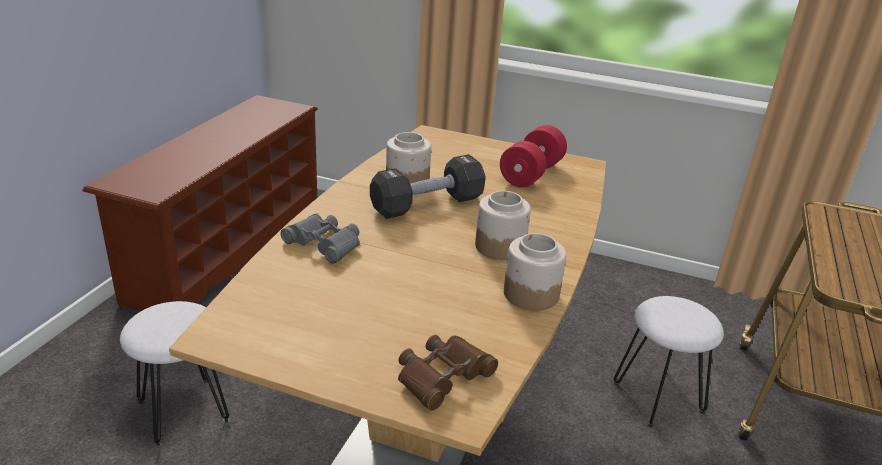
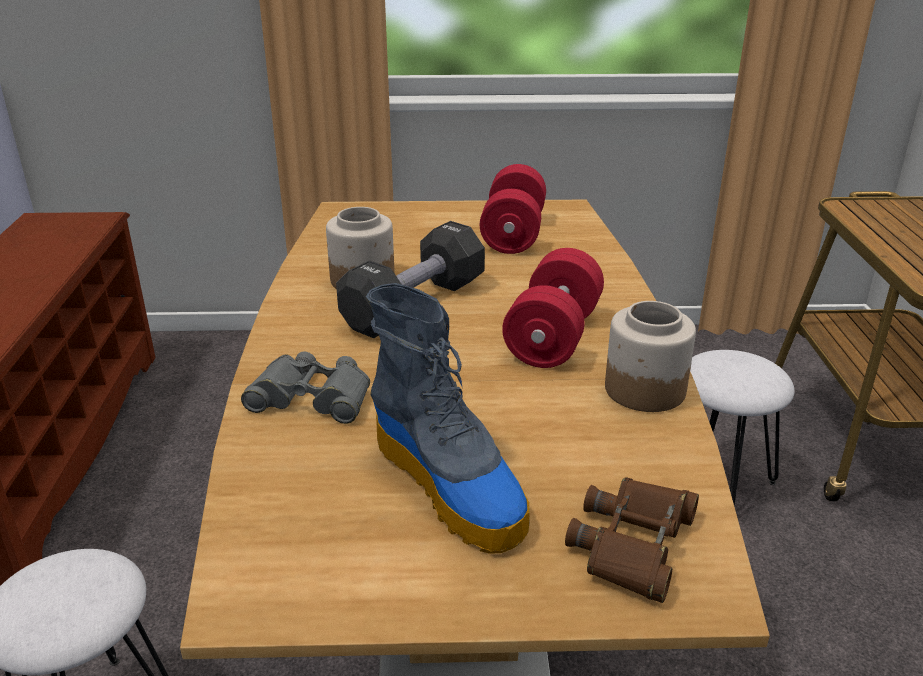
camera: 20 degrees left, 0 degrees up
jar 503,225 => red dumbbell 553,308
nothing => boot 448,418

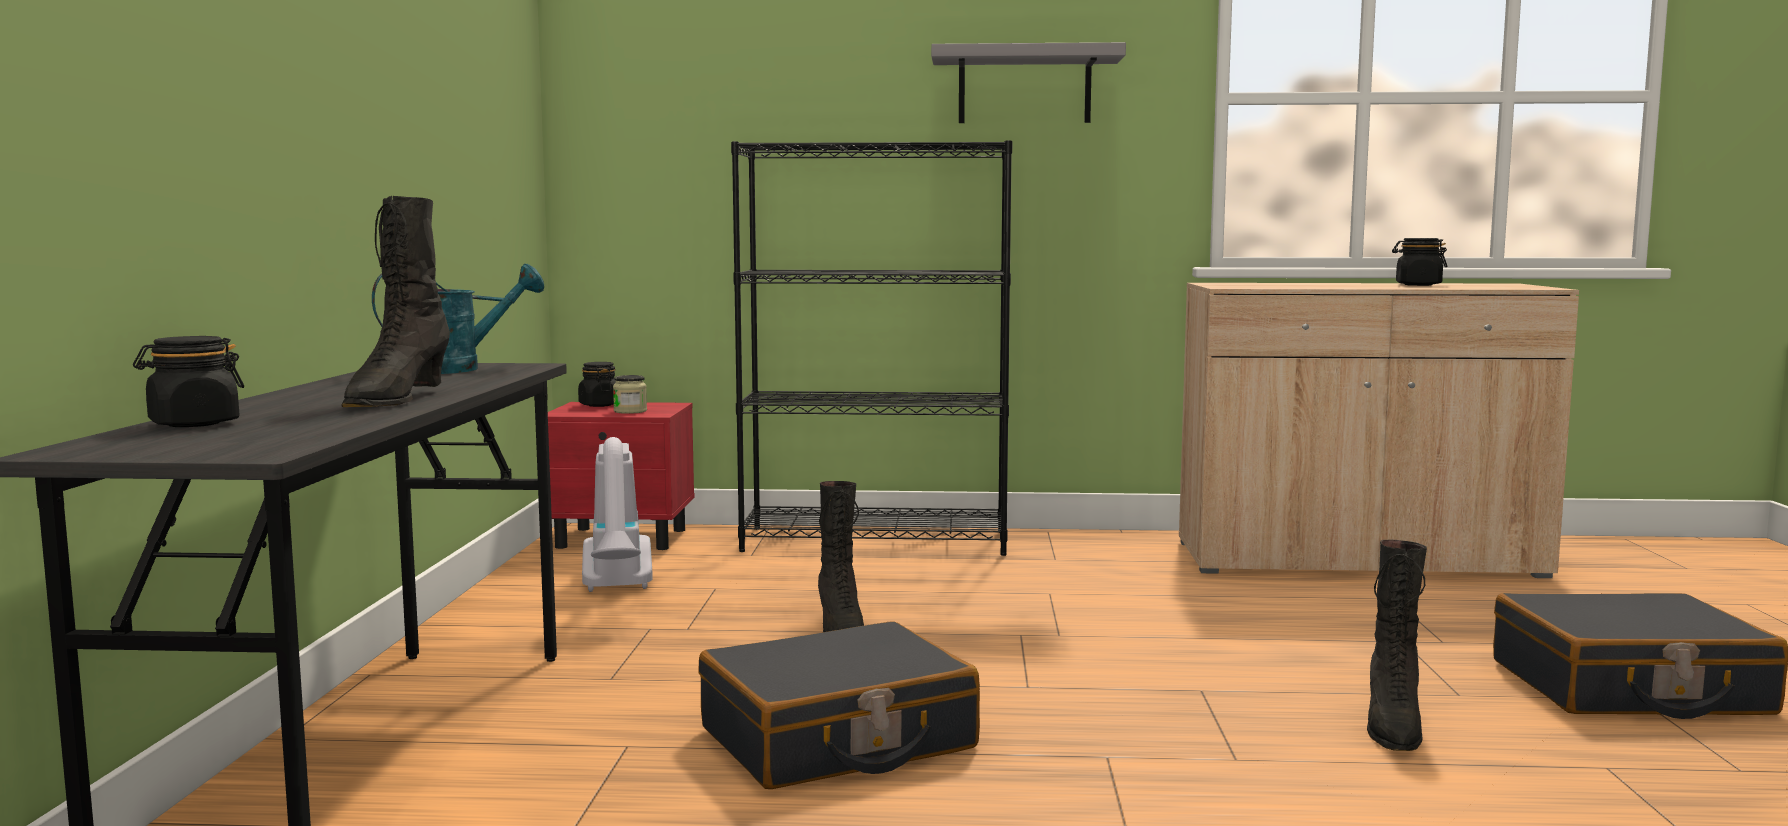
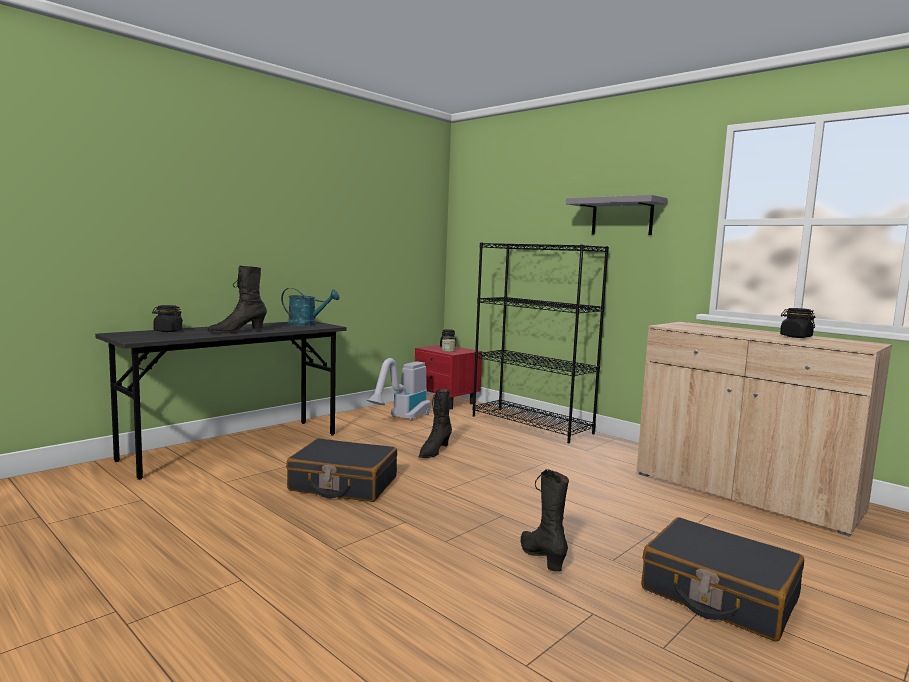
camera: 40 degrees right, 0 degrees up
black boot 1397,645 => black boot 545,520, 105 degrees clockwise

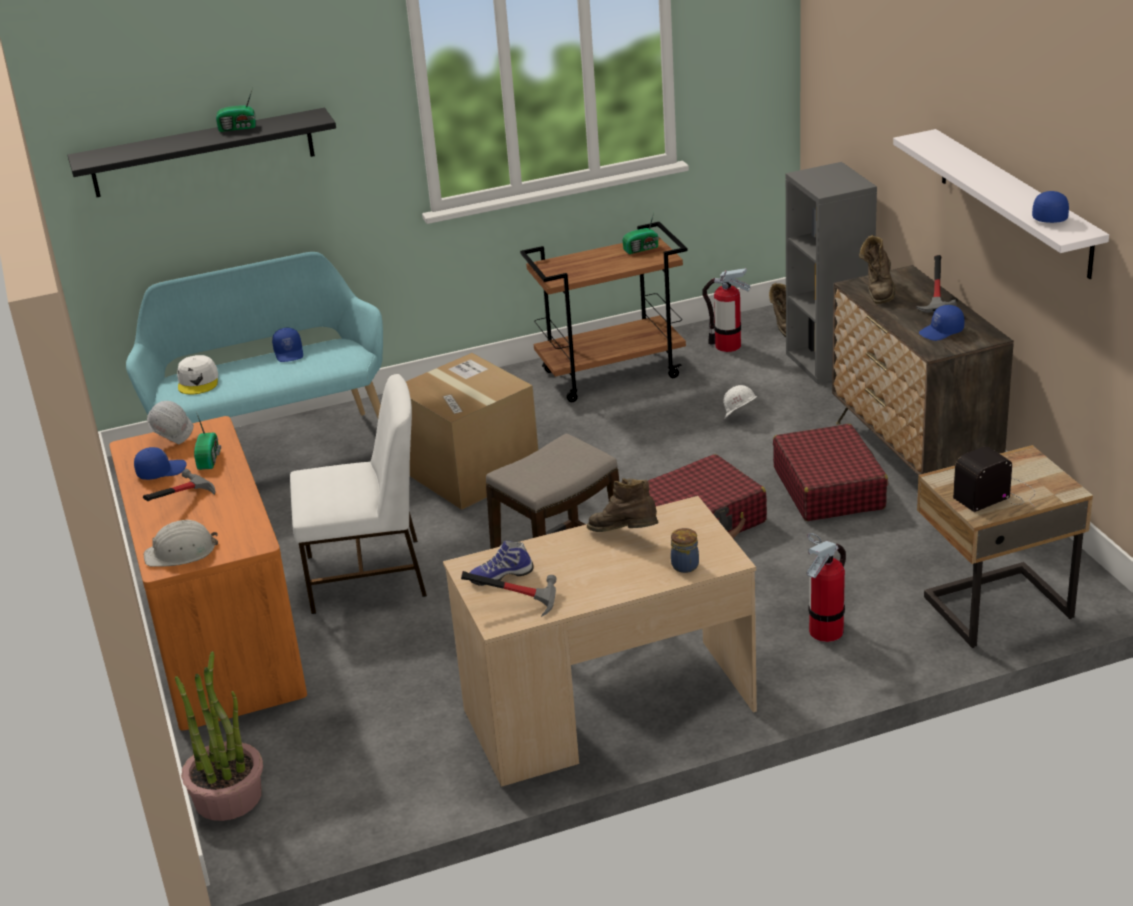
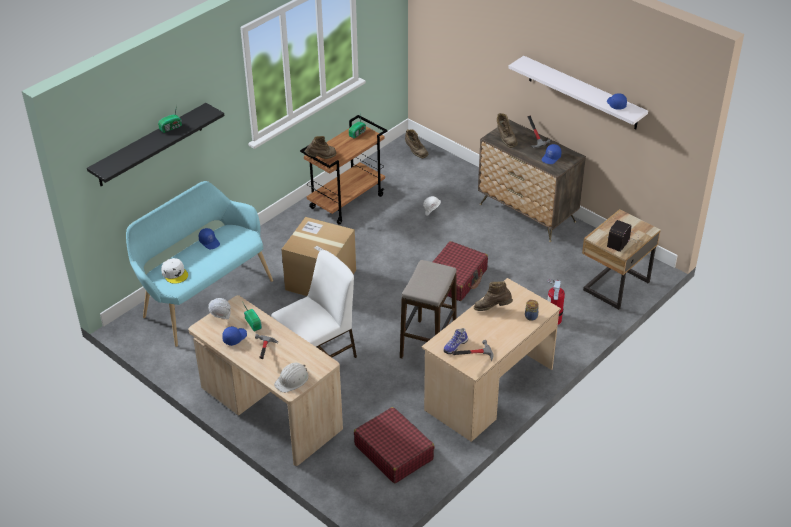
camera: 30 degrees left, 10 degrees up
grey bookcase 831,273 => nothing
fire extinguisher 726,310 => nothing
orange desk 208,573 => beige desk 265,380
red suitcase 830,472 => red suitcase 394,445, move
potted plant 219,736 => nothing
nothing => brown boot 320,147

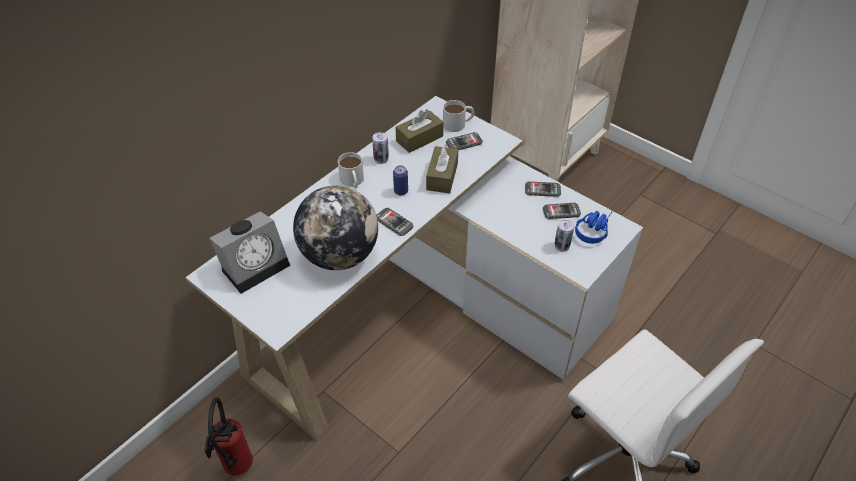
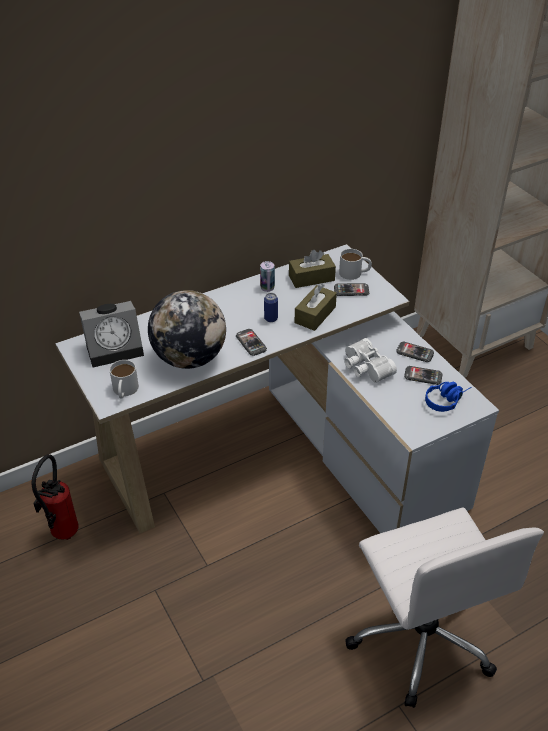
camera: 20 degrees right, 5 degrees down
white mug 351,170 => white mug 124,379, move
can 564,236 => nothing
nothing => white binoculars 370,360

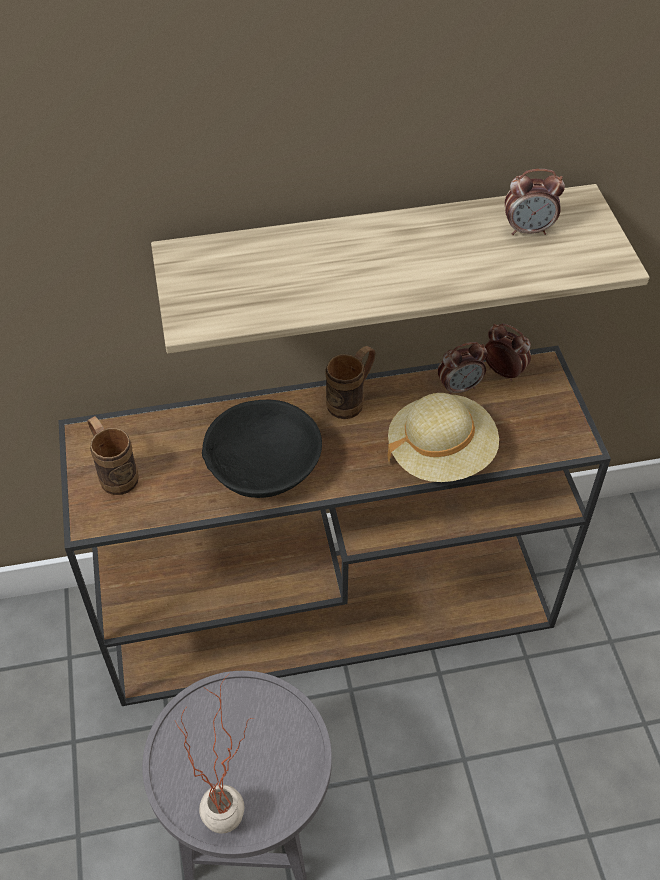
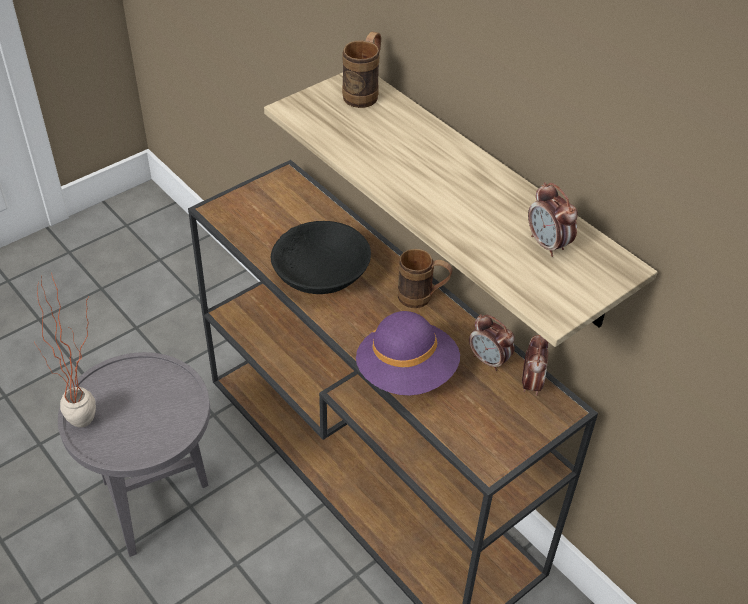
camera: 60 degrees right, 5 degrees down
beige hat 443,437 => purple hat 408,353
brown mug 113,455 => brown mug 361,70, move

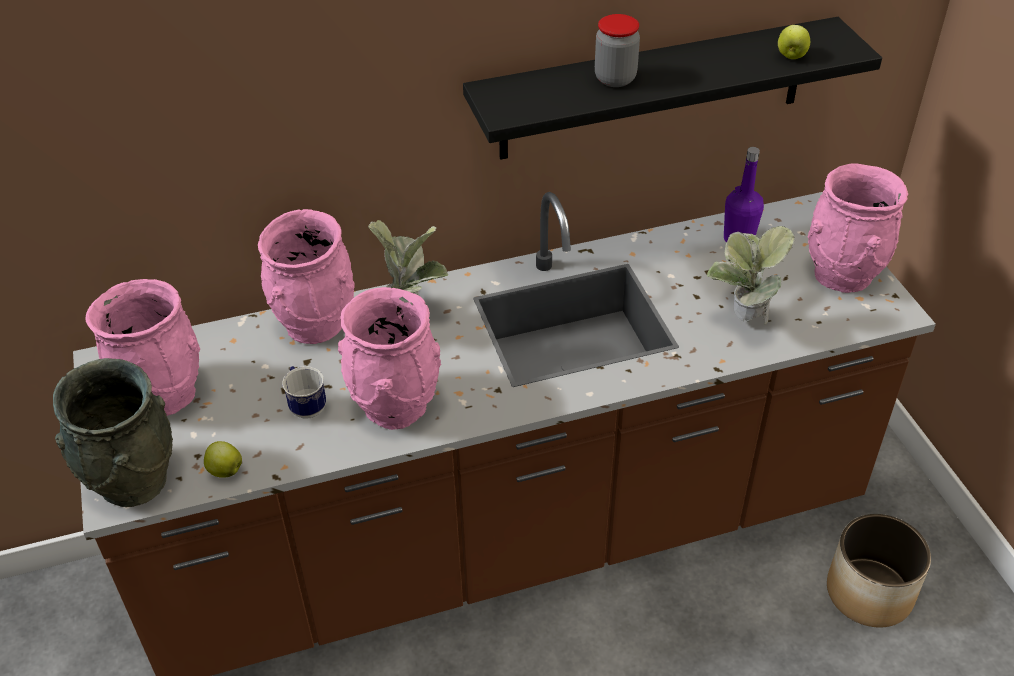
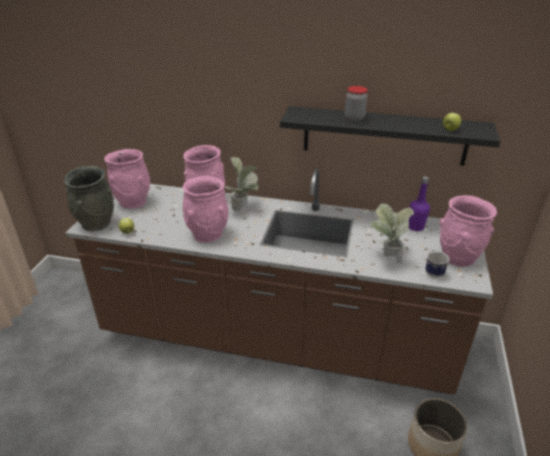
camera: 30 degrees right, 10 degrees down
mug 304,392 => mug 437,264, move

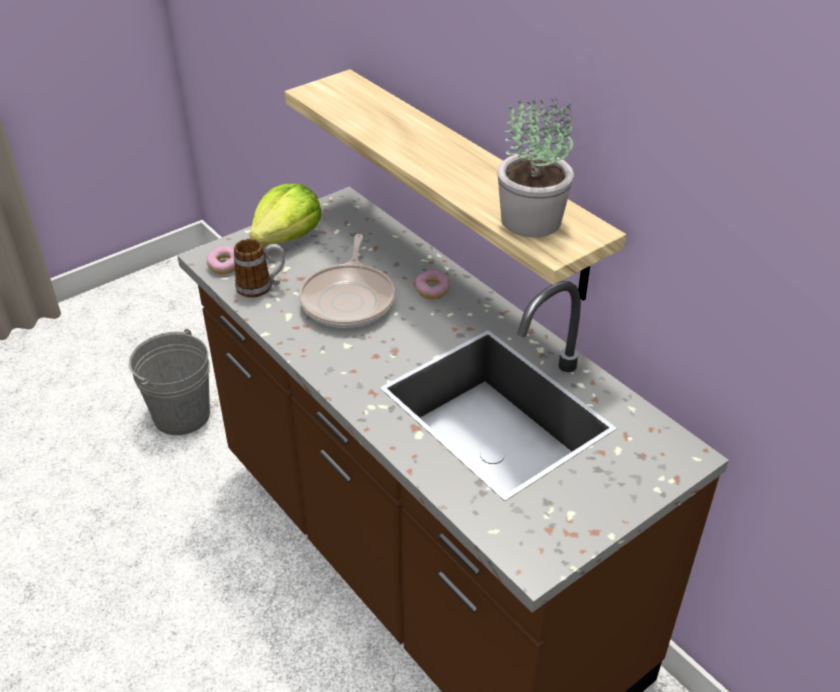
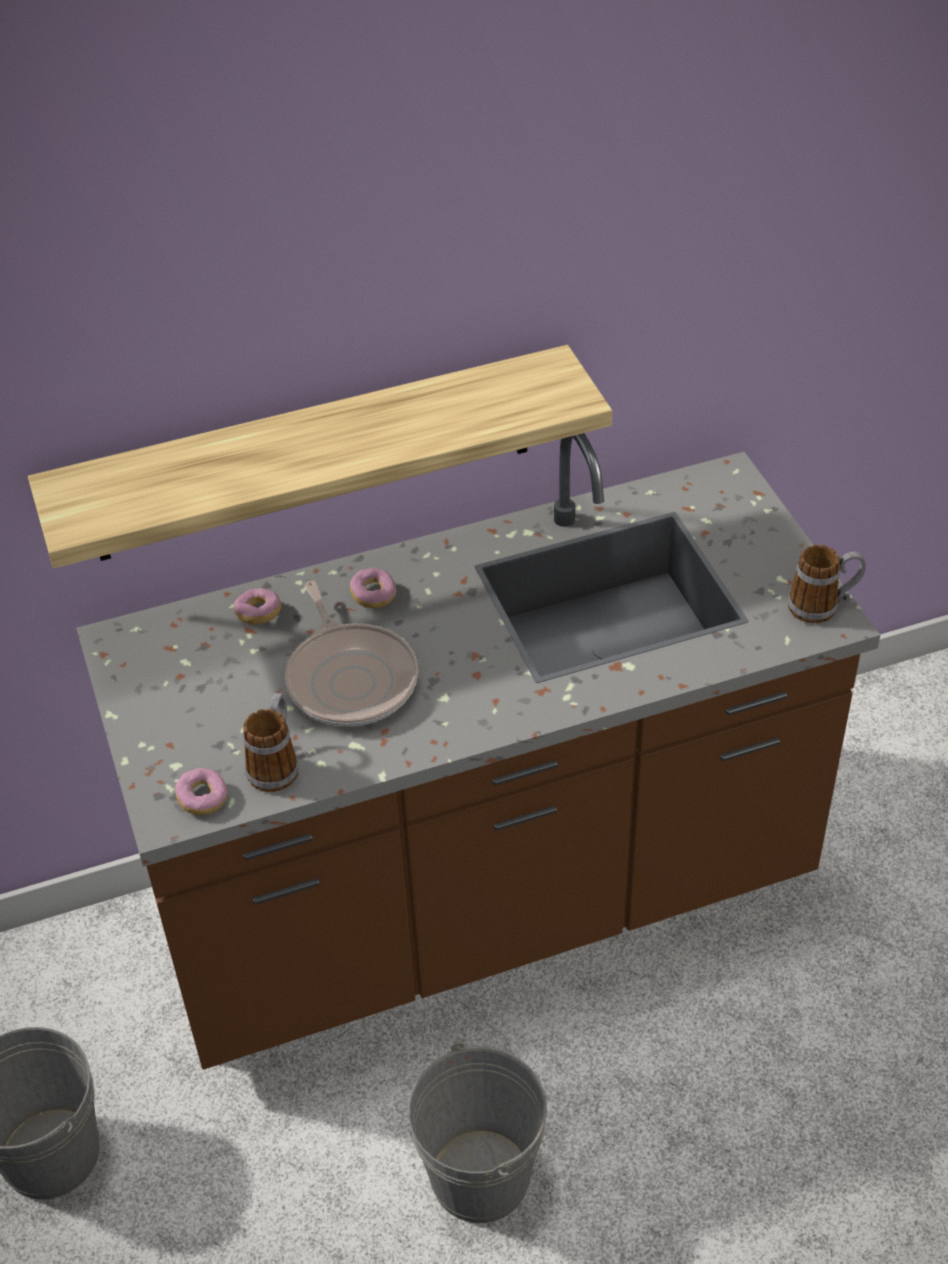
camera: 70 degrees left, 5 degrees up
potted plant 535,167 => nothing
lettuce 285,214 => nothing
frying pan 347,281 => frying pan 351,653, 45 degrees clockwise
nothing => mug 827,583
nothing => donut 257,606
nothing => grey bucket 477,1130

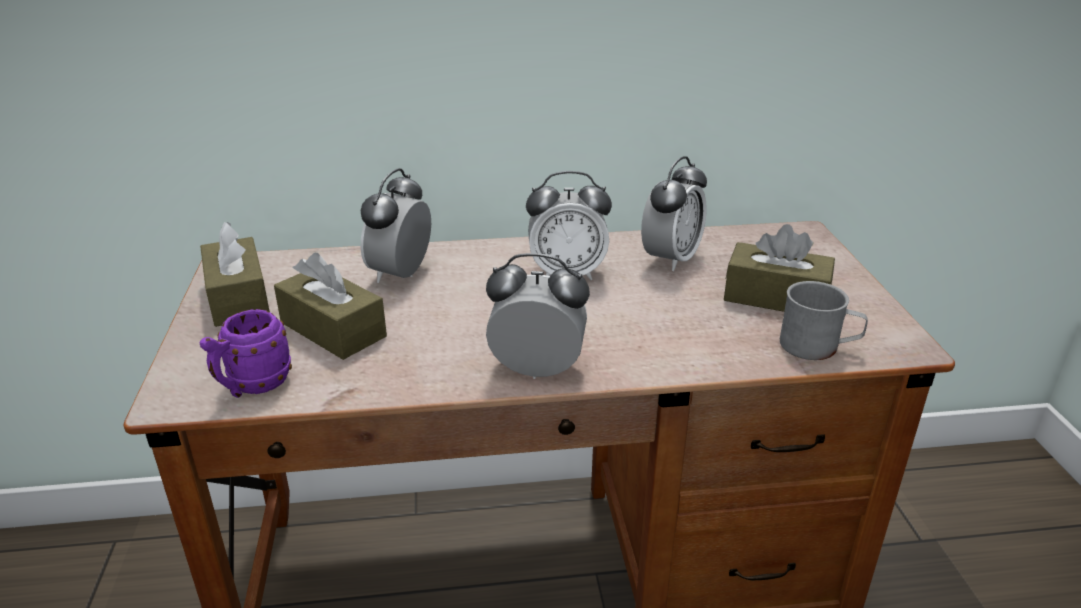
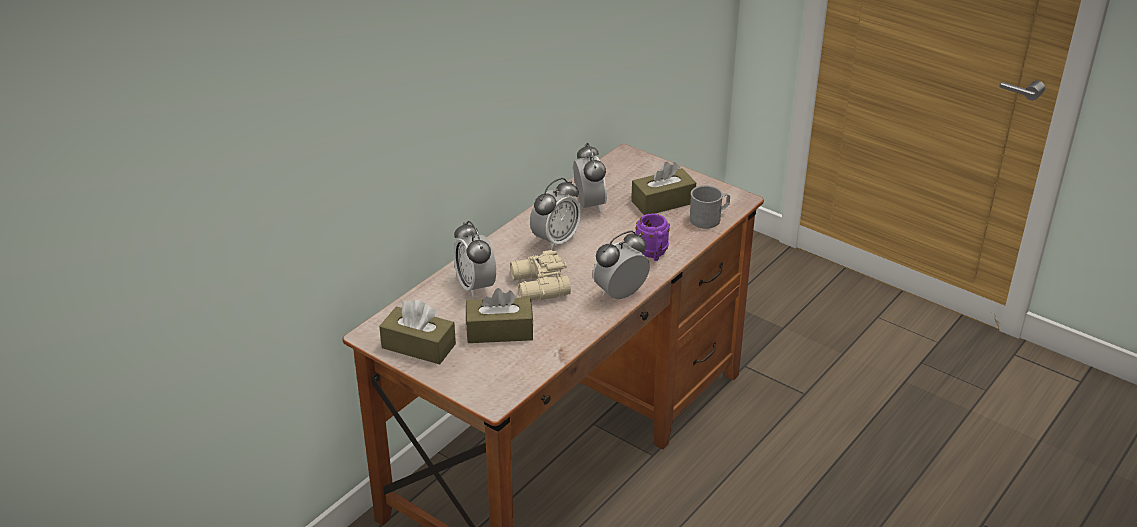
camera: 45 degrees left, 5 degrees up
purple mug 245,353 => purple mug 653,237, move
nothing => beige binoculars 540,275

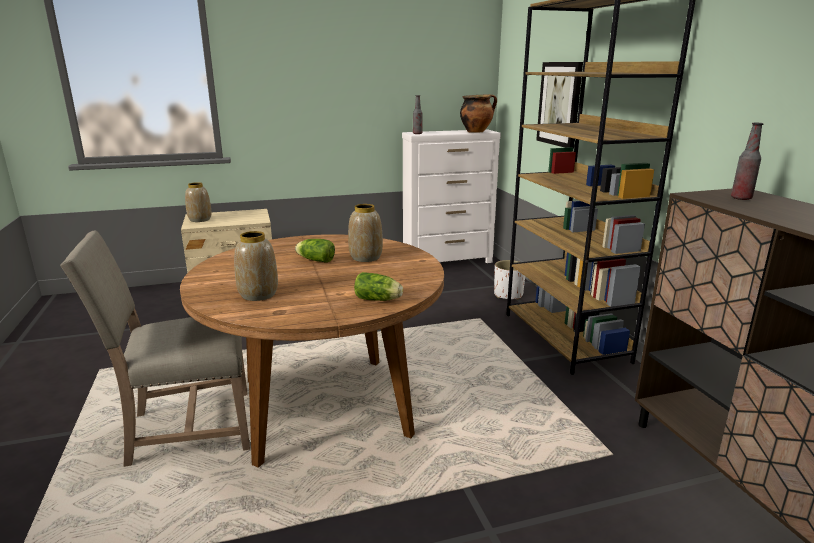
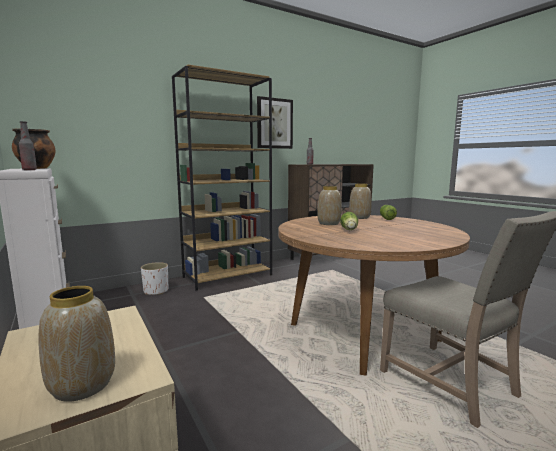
camera: 105 degrees left, 10 degrees down
picture 559,105 => picture 275,122, move
vase 256,266 => vase 360,201, move

